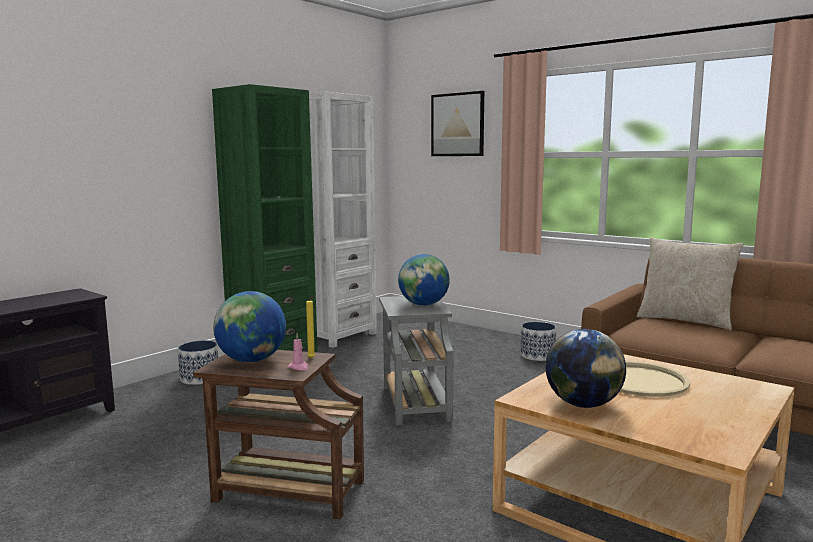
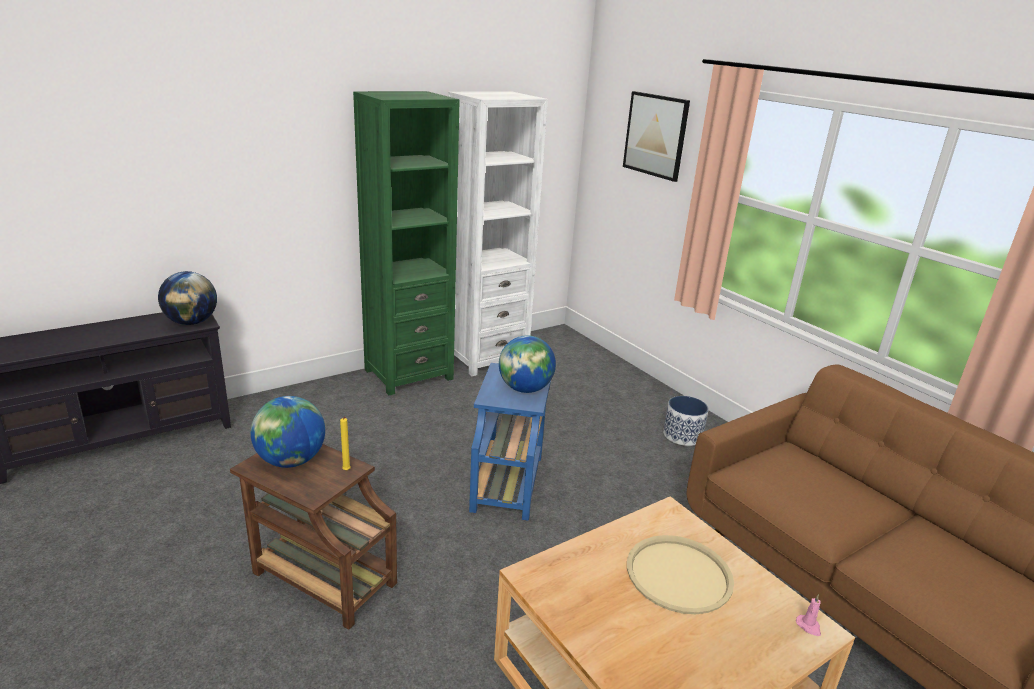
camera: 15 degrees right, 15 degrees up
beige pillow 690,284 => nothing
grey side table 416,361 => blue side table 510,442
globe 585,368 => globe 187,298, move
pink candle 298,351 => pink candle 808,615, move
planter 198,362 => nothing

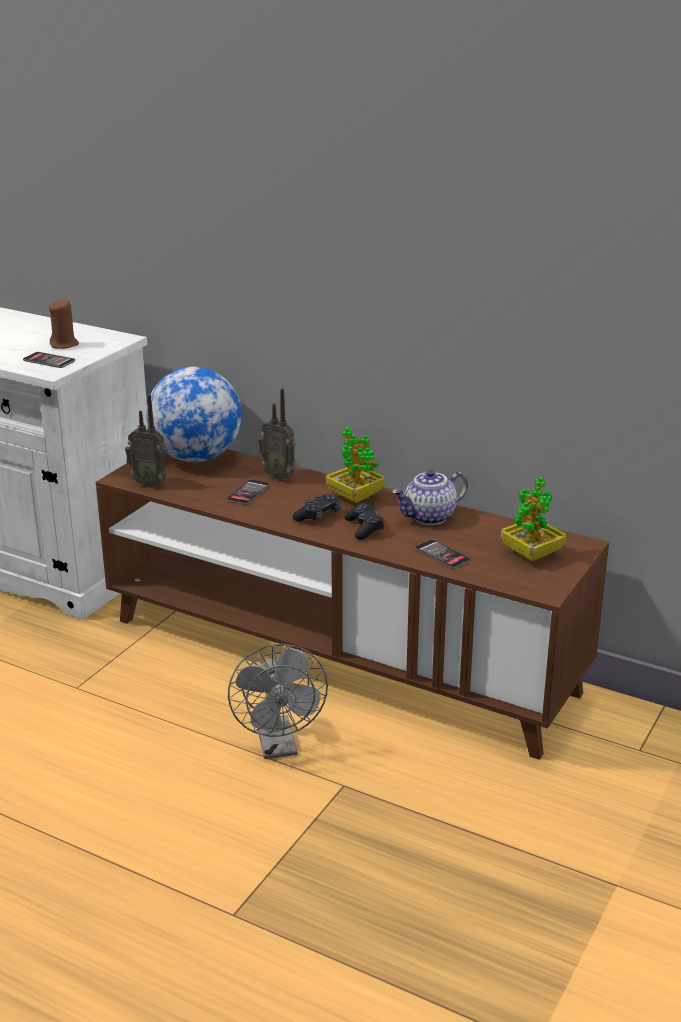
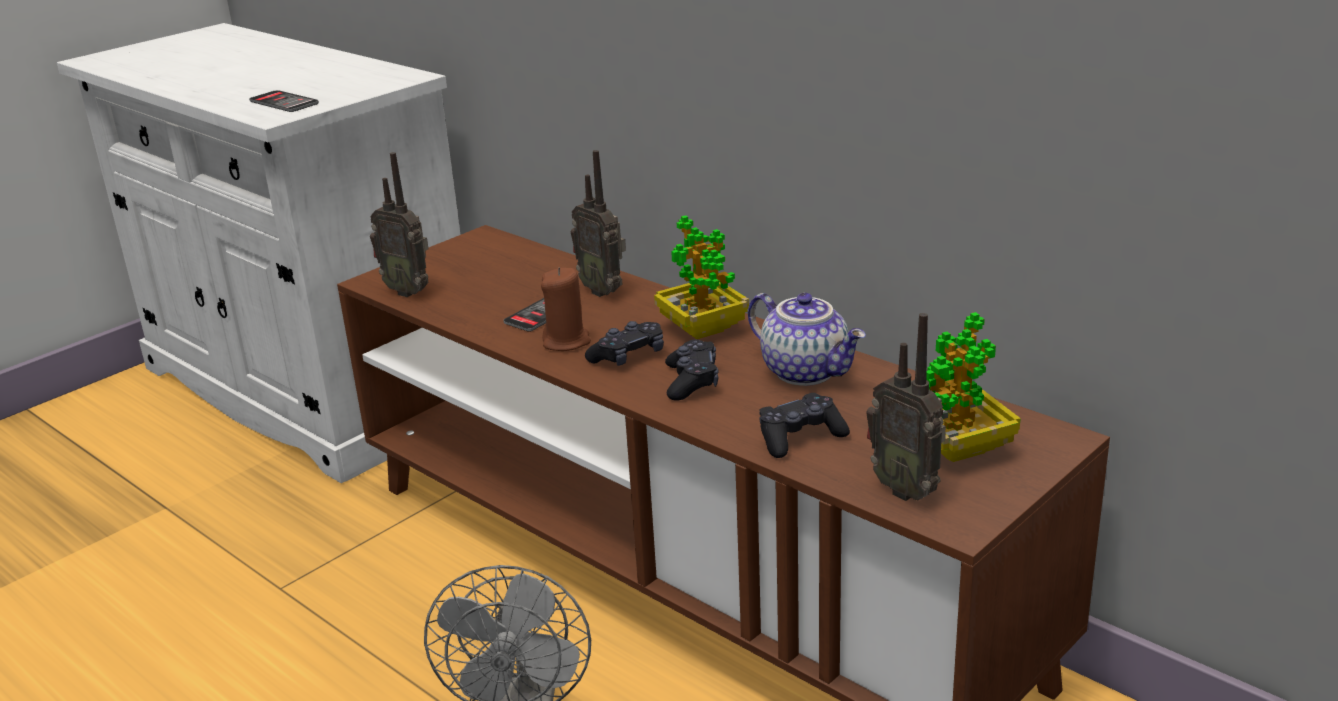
camera: 15 degrees right, 0 degrees up
brown candle 64,324 => brown candle 566,309, move
globe 194,414 => nothing
teapot 430,497 => teapot 807,339, 120 degrees counterclockwise
phone 442,554 => black game controller 804,425
nothing => radio 906,407

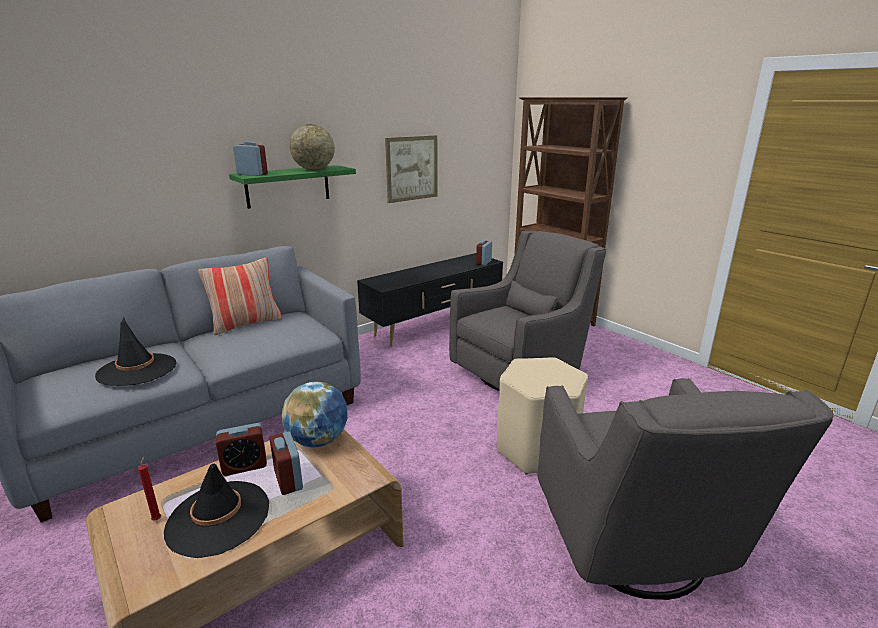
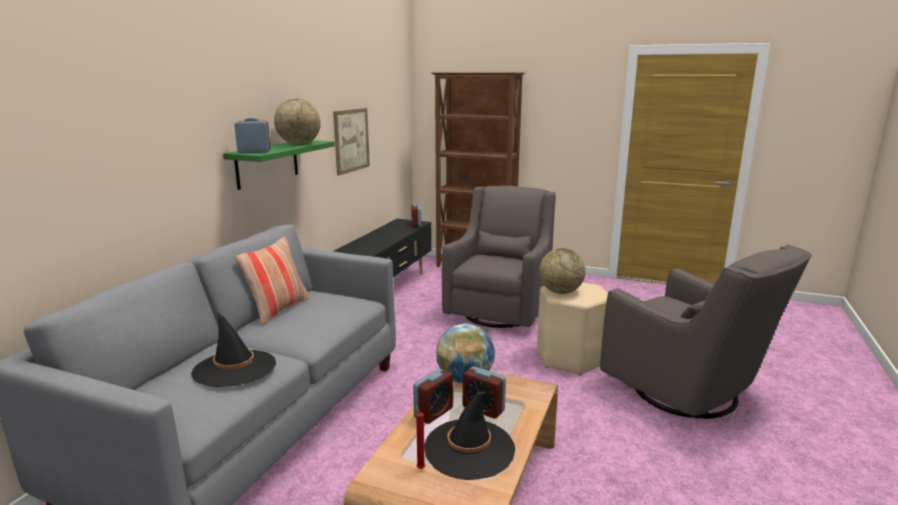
camera: 30 degrees left, 5 degrees down
nothing => globe 562,271

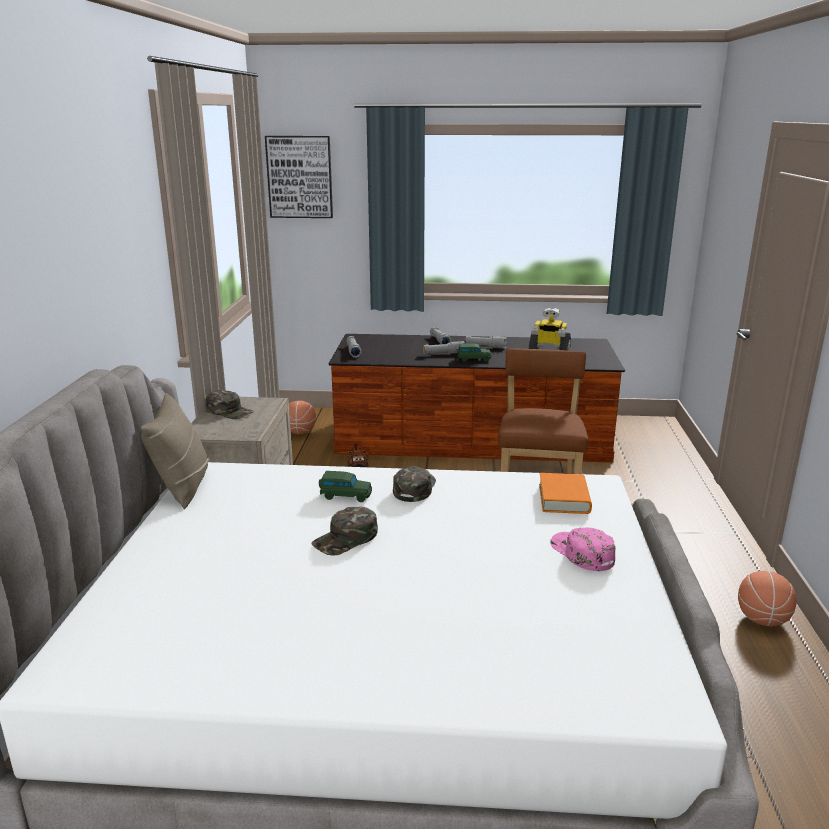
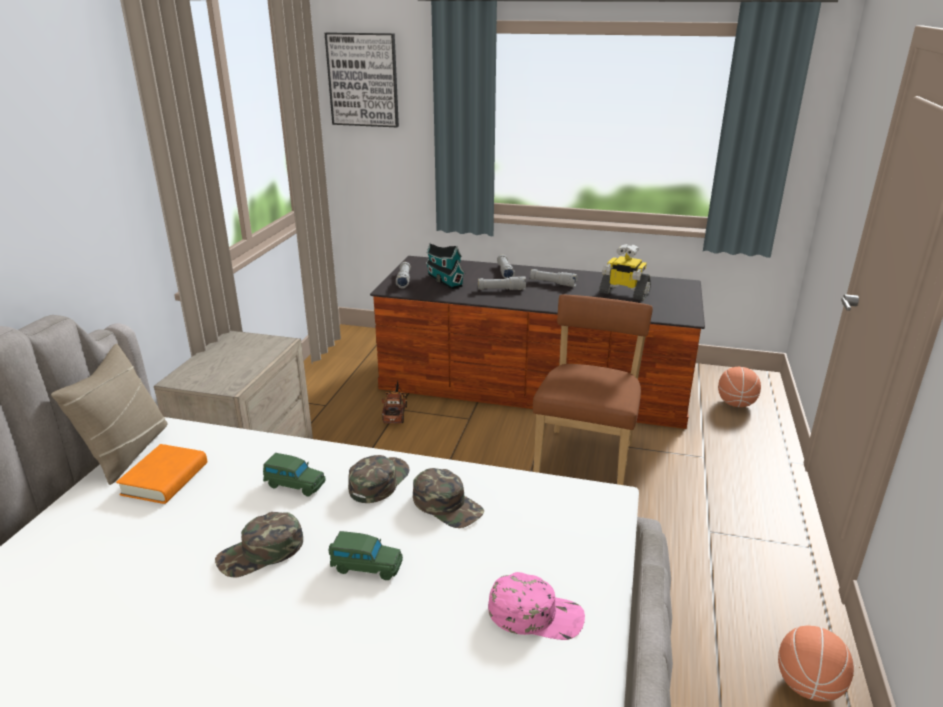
camera: 10 degrees right, 5 degrees up
green toy car 474,352 => green toy car 366,555, move
green cap 230,404 => green cap 448,498, move
basketball 302,417 => basketball 739,387, move
orange book 565,493 => orange book 161,474, move
pink cap 583,549 => pink cap 536,606, 120 degrees clockwise
nothing => toy house 445,266

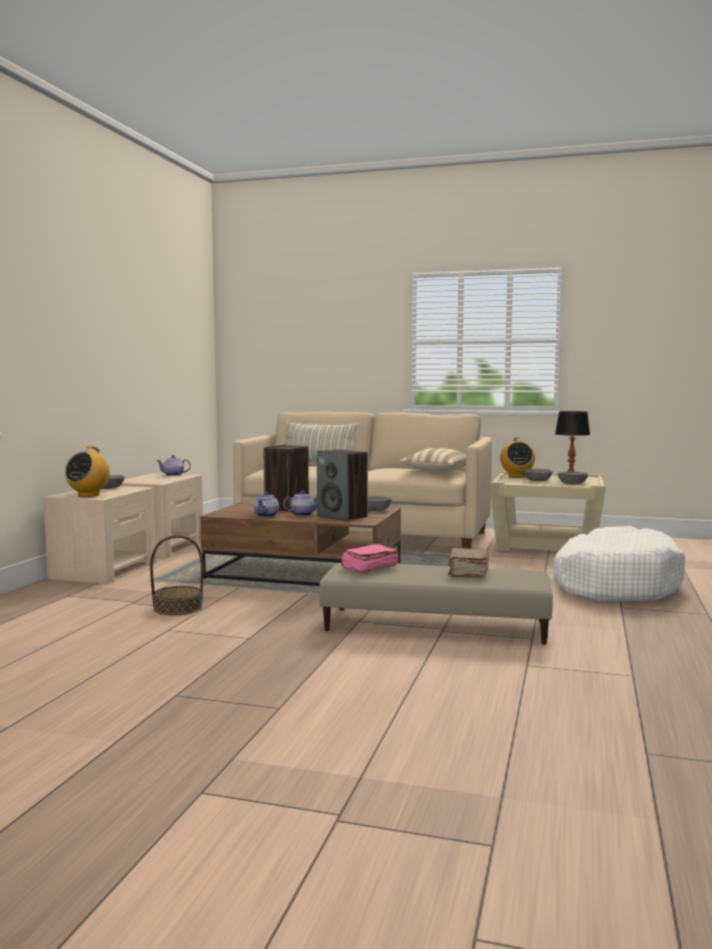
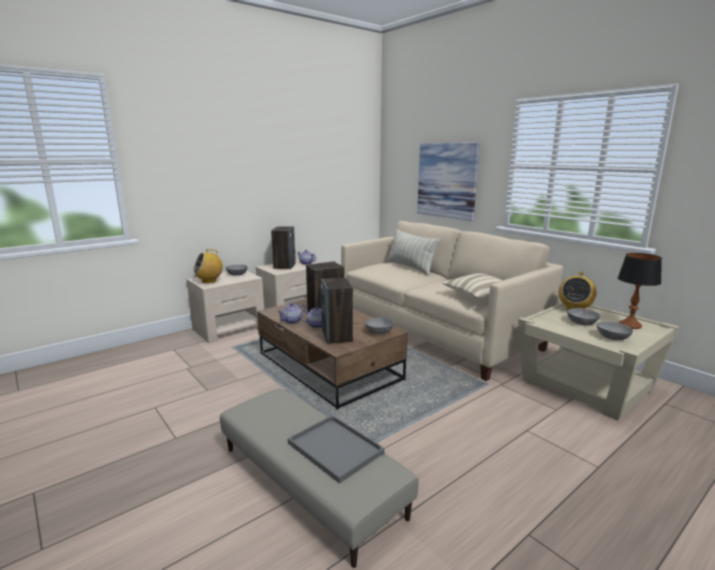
camera: 35 degrees right, 10 degrees up
white dog bed 619,563 => nothing
basket 177,575 => nothing
pink book 370,559 => nothing
brown book 468,563 => grey tray 336,449
nothing => picture 448,182
nothing => speaker 283,247

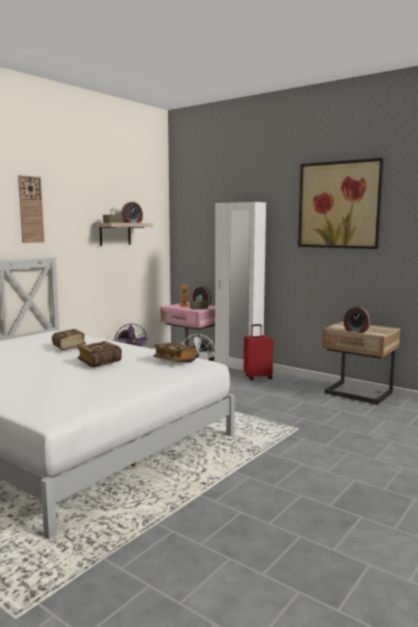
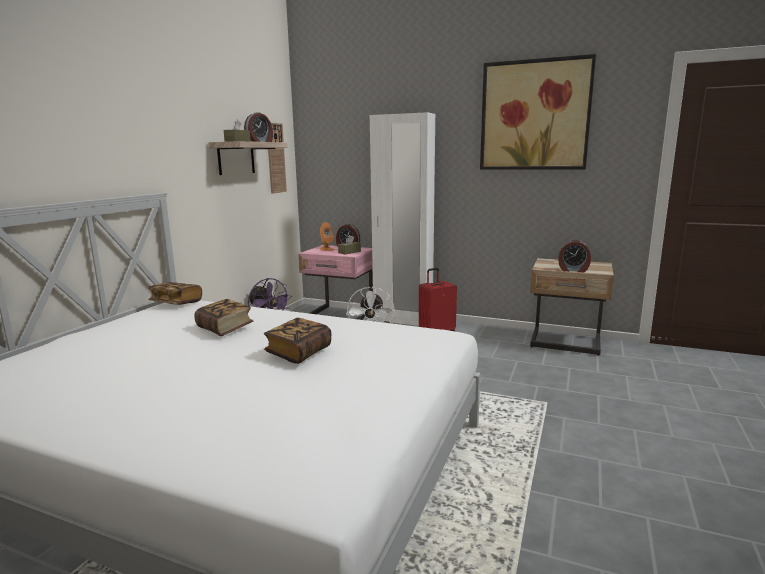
camera: 15 degrees left, 5 degrees up
wall clock 31,209 => wall clock 277,158, move
book 175,353 => book 175,293, move

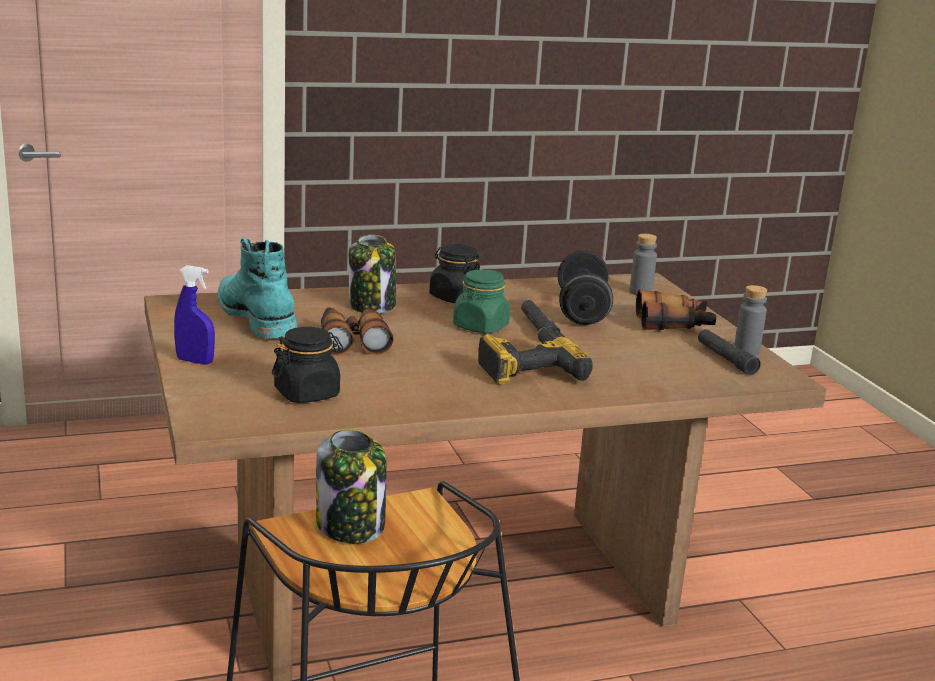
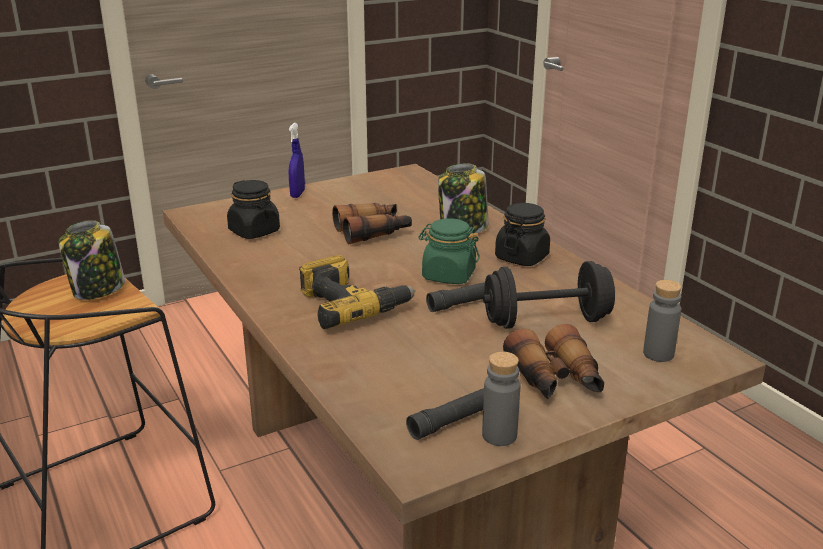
camera: 80 degrees right, 5 degrees up
turquoise boot 257,288 => nothing

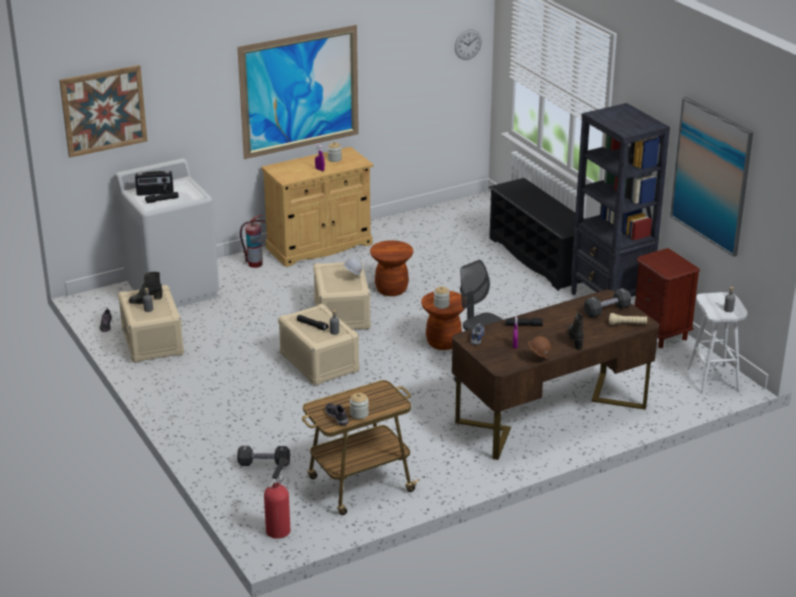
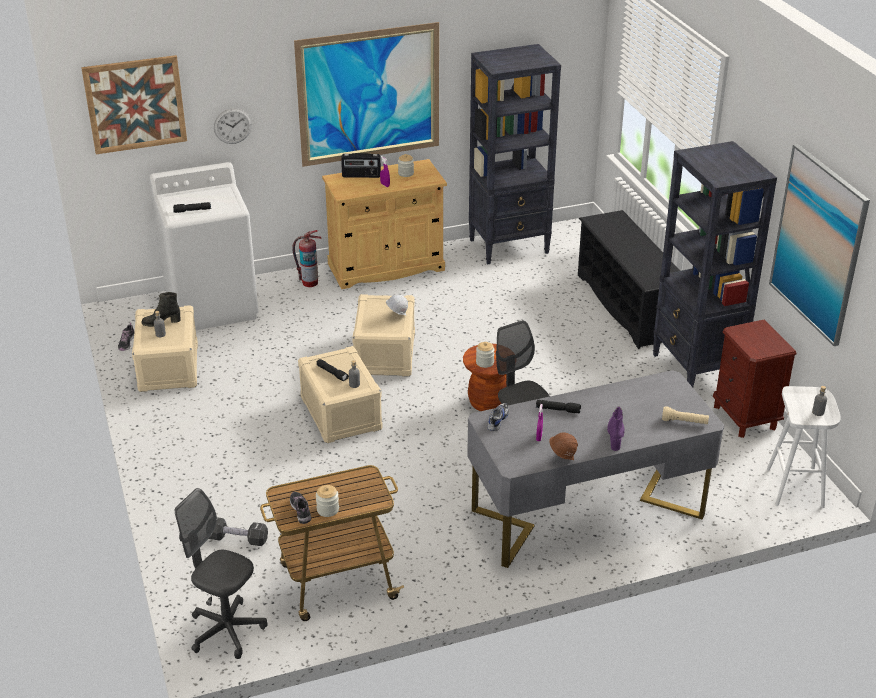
camera: 10 degrees right, 5 degrees up
wall clock 468,44 => wall clock 233,126, move
radio 154,183 => radio 361,165, move
brown stool 391,268 => nothing
black dumbbell 608,303 => nothing
brown desk 555,374 => grey desk 595,469
black boot 576,331 => purple boot 615,428
fire extinguisher 277,498 => grey office chair 221,573
nothing => black bookcase 515,154

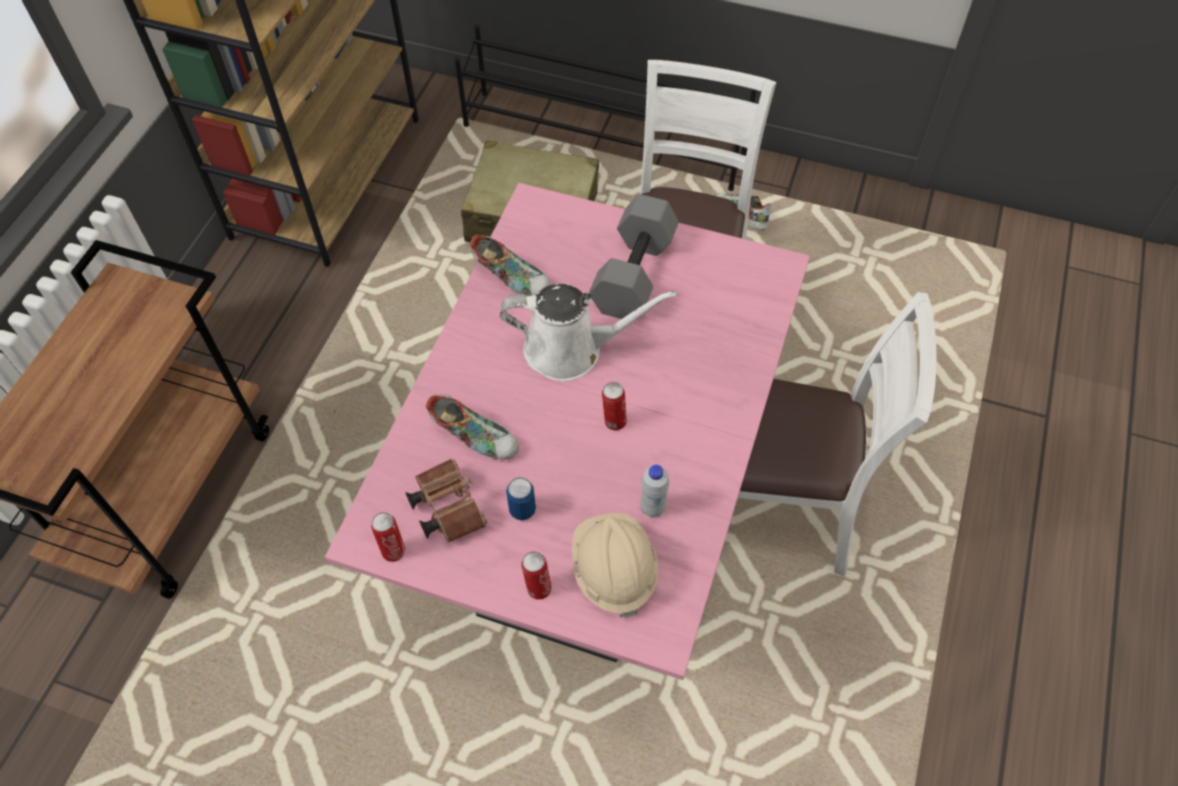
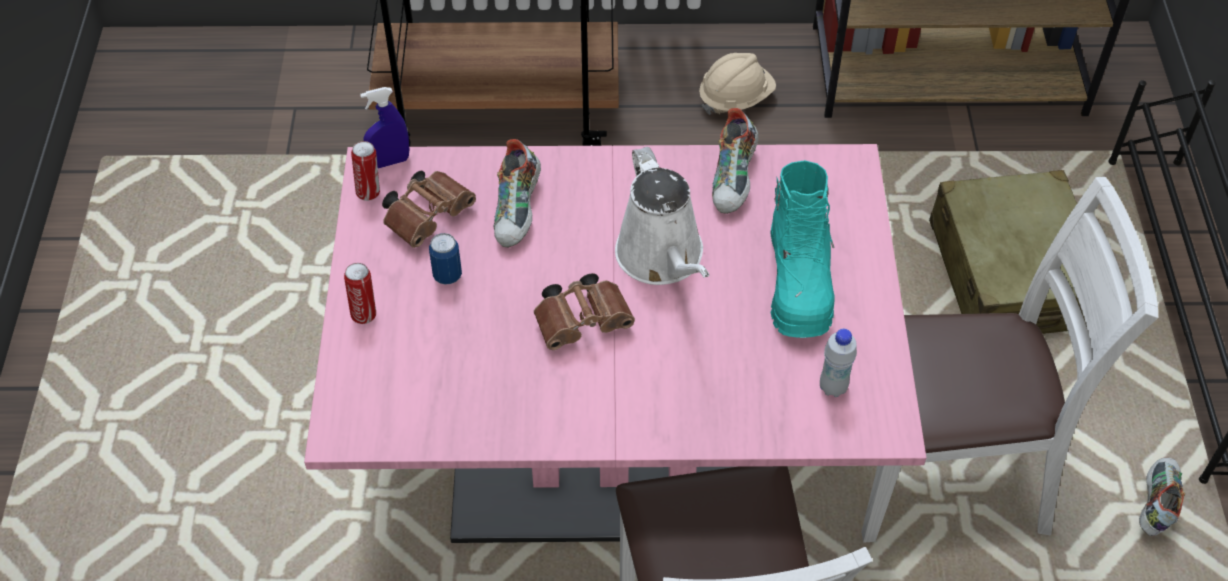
camera: 70 degrees right, 5 degrees down
grey dumbbell 634,256 => turquoise boot 802,249
can 614,406 => brown binoculars 584,311
white bottle 655,491 => white bottle 838,363, move
beige hard hat 615,565 => beige hard hat 737,84, move
nothing => blue spray bottle 385,127

